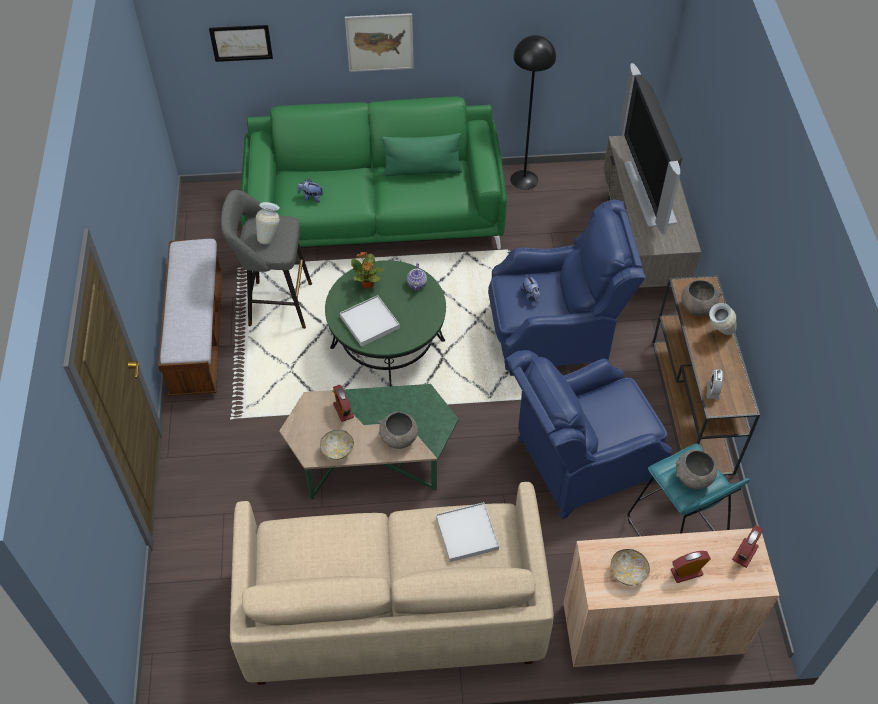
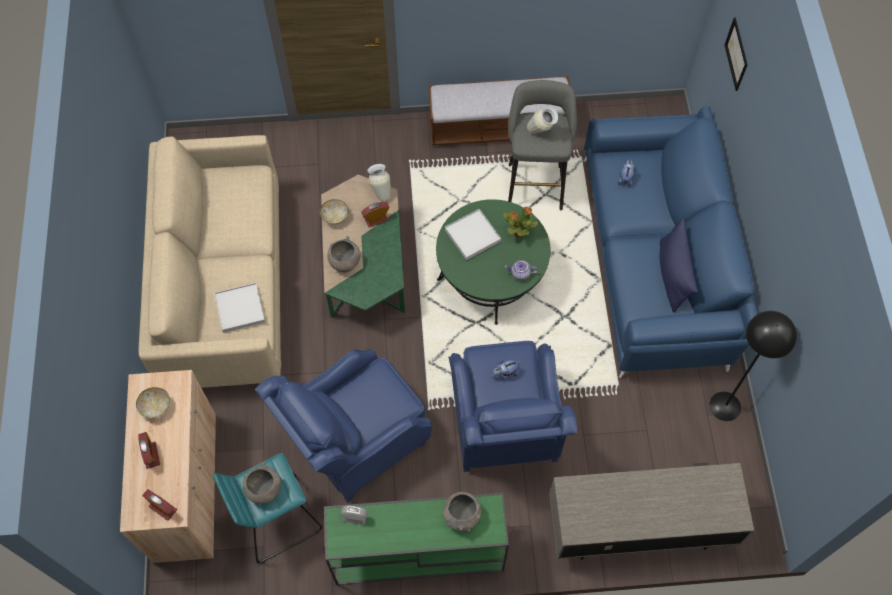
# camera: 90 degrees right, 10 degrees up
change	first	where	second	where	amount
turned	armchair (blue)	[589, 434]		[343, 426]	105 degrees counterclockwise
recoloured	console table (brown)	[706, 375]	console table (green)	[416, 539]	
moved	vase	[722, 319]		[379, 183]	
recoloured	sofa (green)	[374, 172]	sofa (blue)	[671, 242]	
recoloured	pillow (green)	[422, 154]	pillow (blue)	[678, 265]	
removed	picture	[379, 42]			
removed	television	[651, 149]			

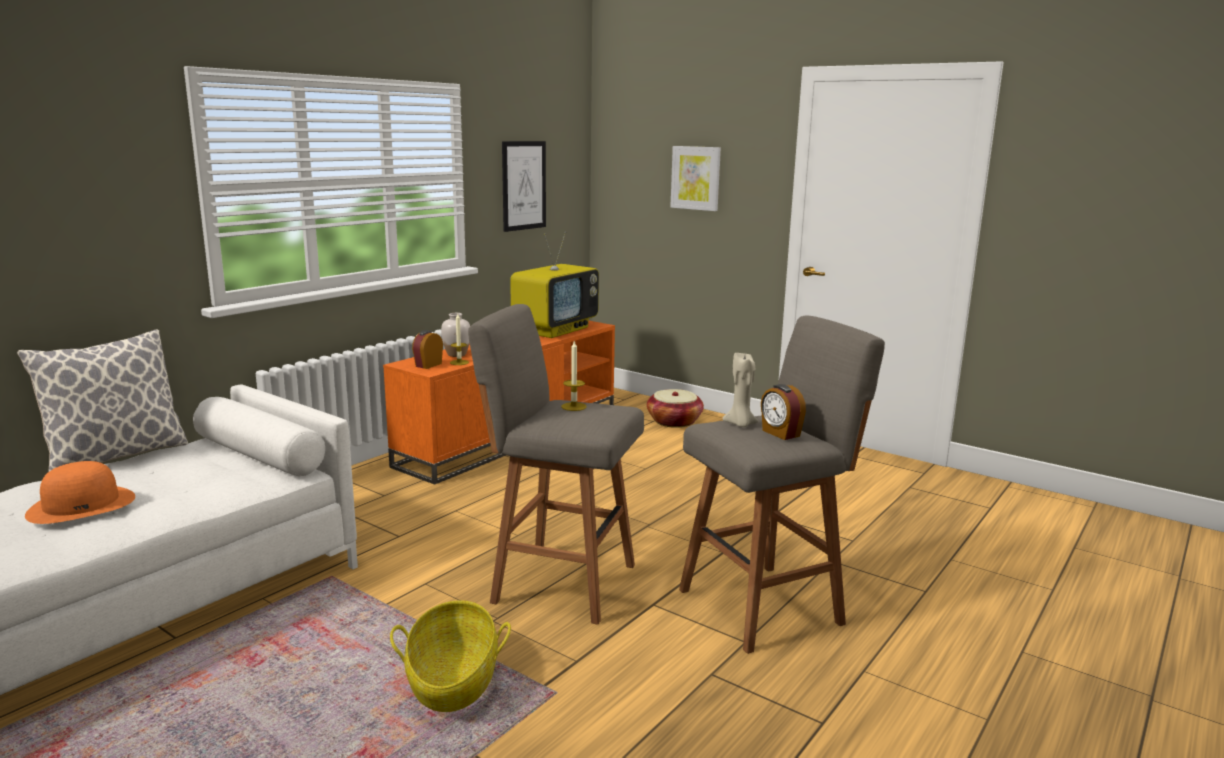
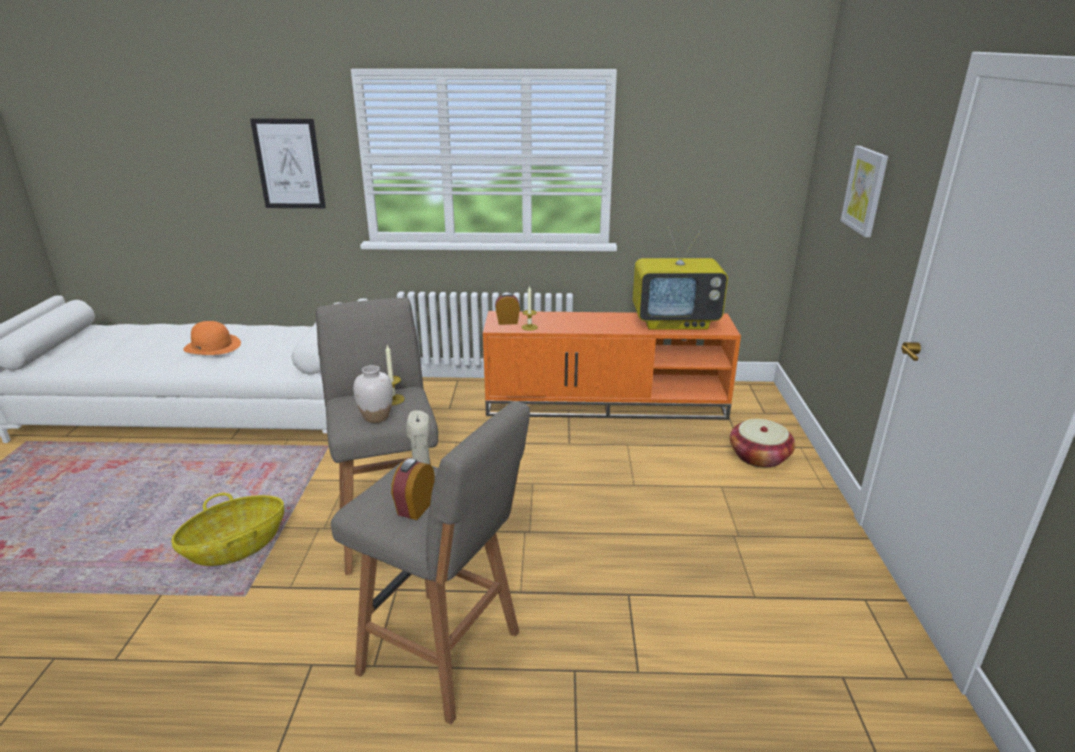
# camera: 55 degrees right, 10 degrees up
change	first	where	second	where	amount
moved	picture	[524, 186]		[288, 163]	
moved	vase (white)	[455, 335]		[373, 394]	
removed	pillow	[102, 400]			

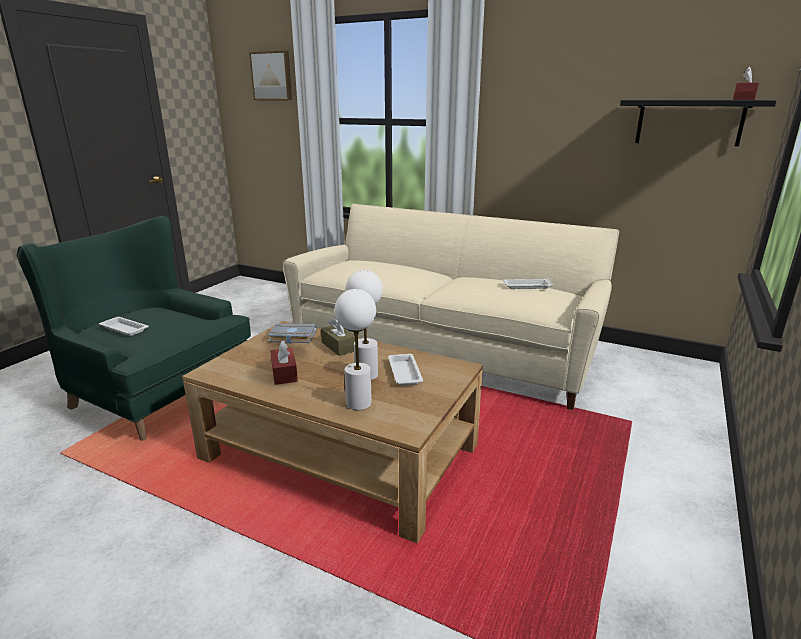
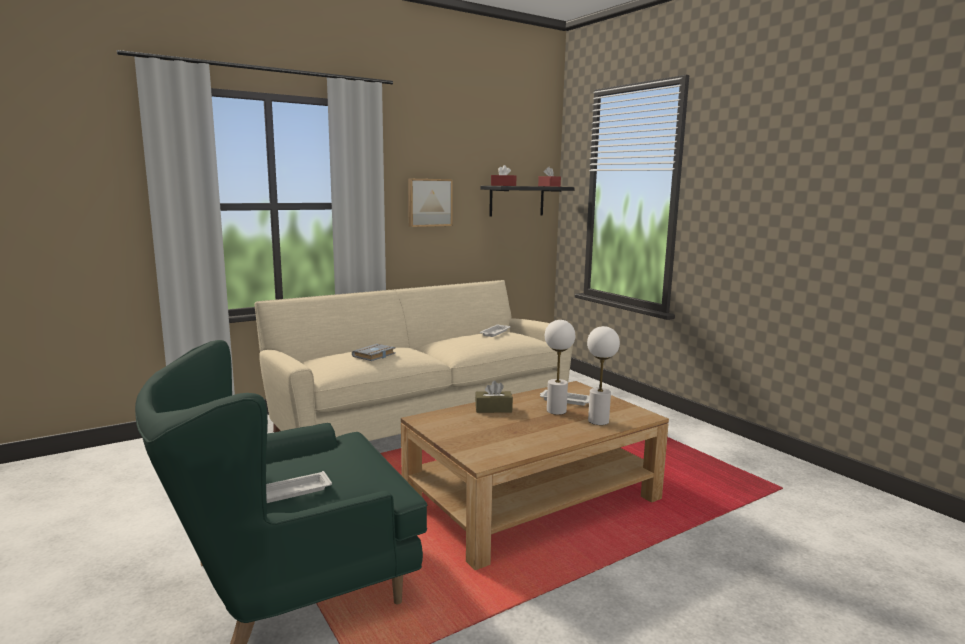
# camera: 60 degrees left, 10 degrees down
change	first	where	second	where	amount
moved	book (grey)	[292, 333]		[374, 352]	
moved	picture	[270, 75]		[430, 203]	
moved	tissue box (red)	[284, 363]		[503, 175]	

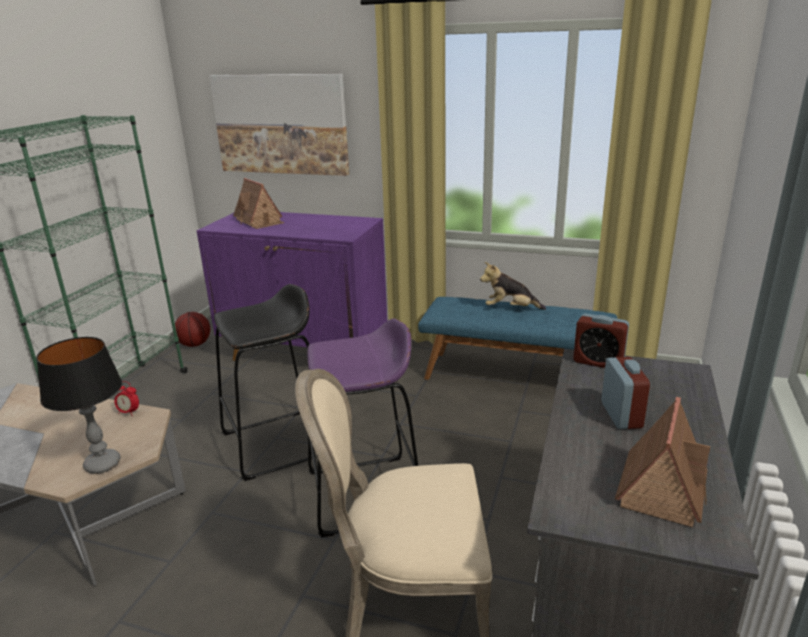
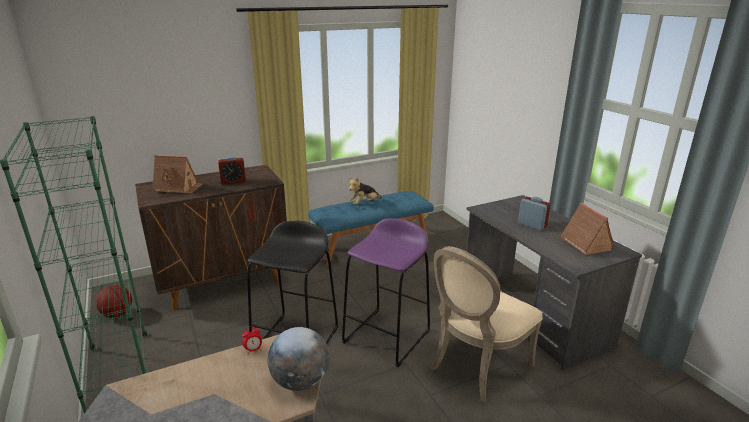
# camera: 45 degrees left, 0 degrees up
change	first	where	second	where	amount
recoloured	cabinet (purple)	[292, 286]	cabinet (brown)	[211, 237]	
moved	alarm clock	[601, 341]		[232, 170]	
replaced	table lamp	[79, 405]	globe	[298, 359]	
removed	picture	[279, 125]			

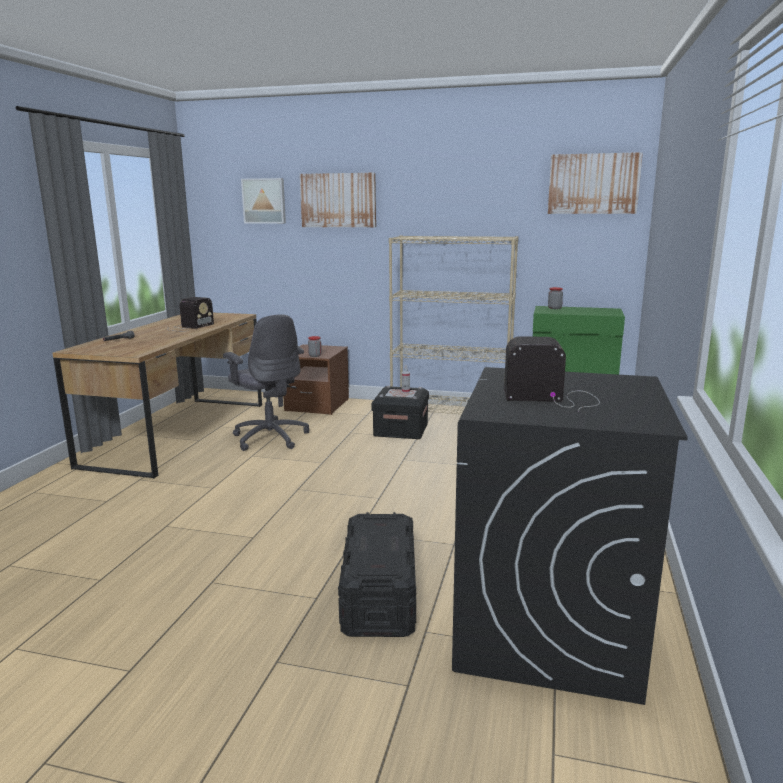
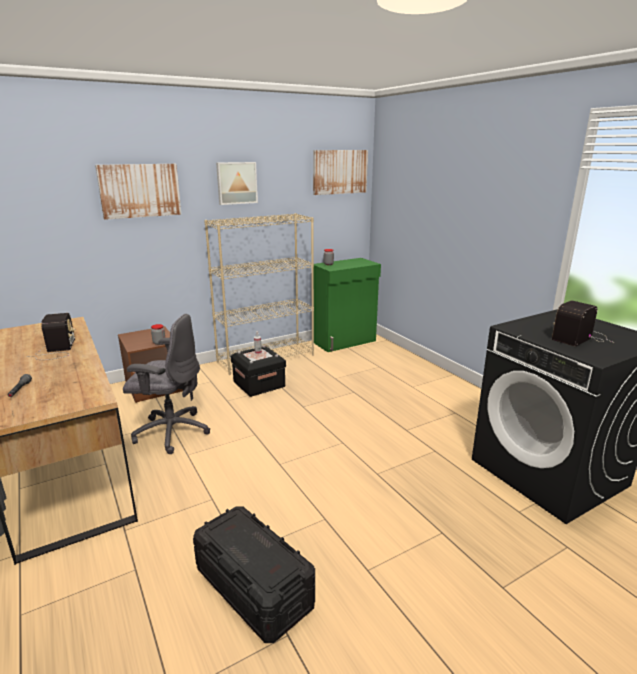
# camera: 45 degrees left, 5 degrees up
change	first	where	second	where	amount
moved	storage box (black)	[377, 574]		[254, 574]	
moved	picture	[263, 201]		[237, 183]	

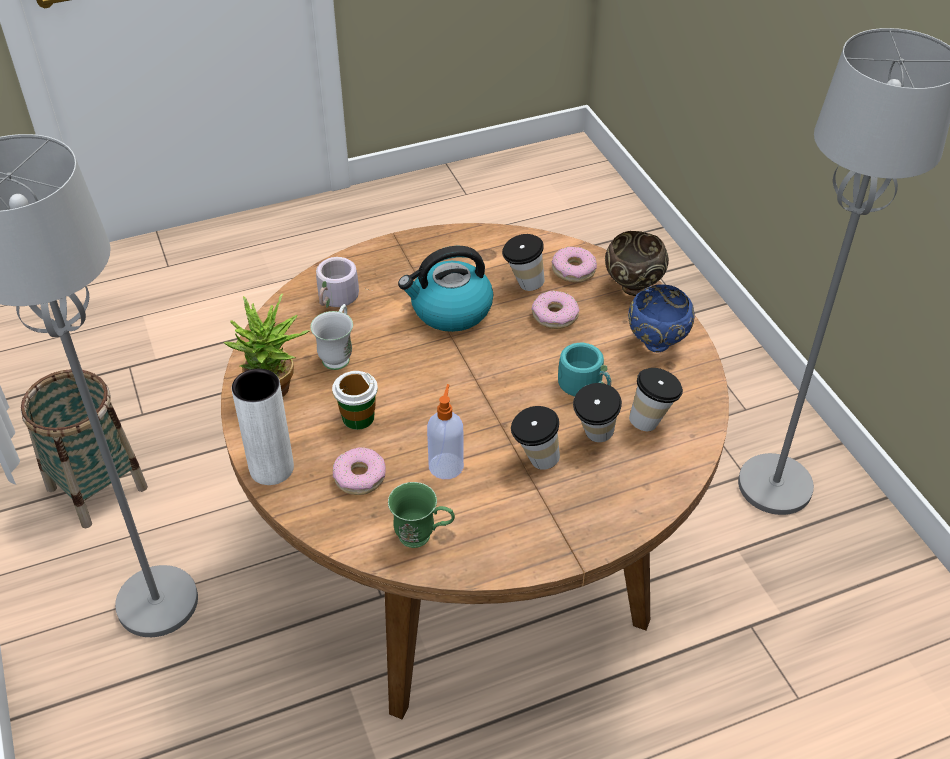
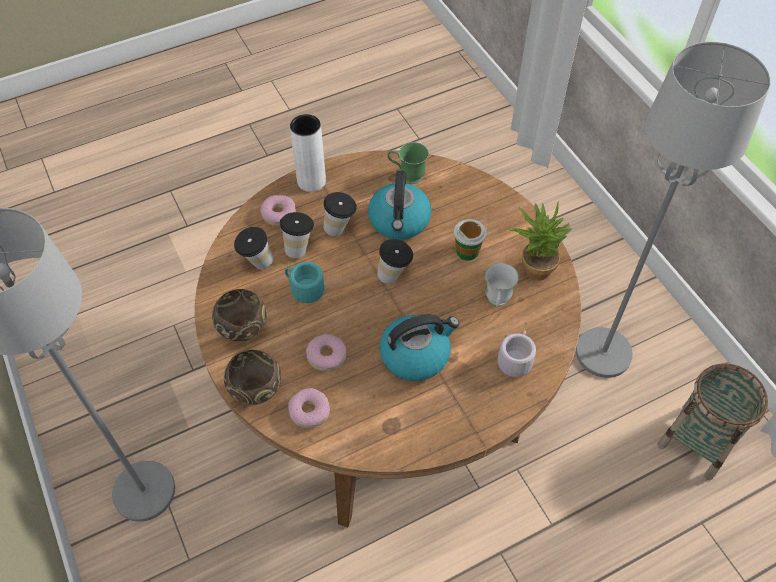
# camera: 175 degrees right, 10 degrees up
change	first	where	second	where	amount
recoloured	bowl (blue)	[661, 319]	bowl (brown)	[239, 315]	
moved	donut	[359, 471]		[278, 210]	
moved	vase (white)	[263, 427]		[308, 153]	
replaced	soap dispenser	[445, 431]	kettle	[399, 205]	
moved	cup	[523, 262]		[395, 261]	

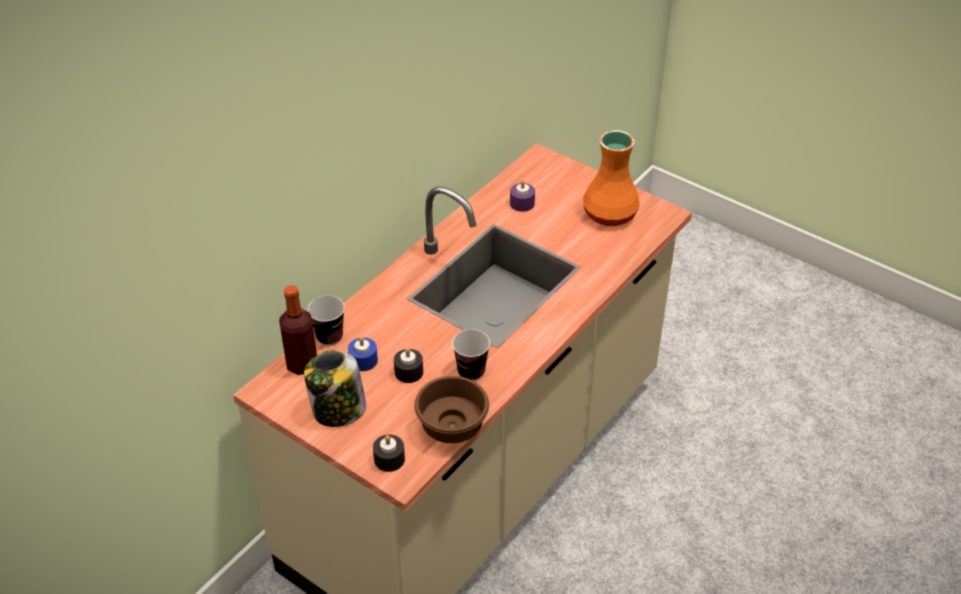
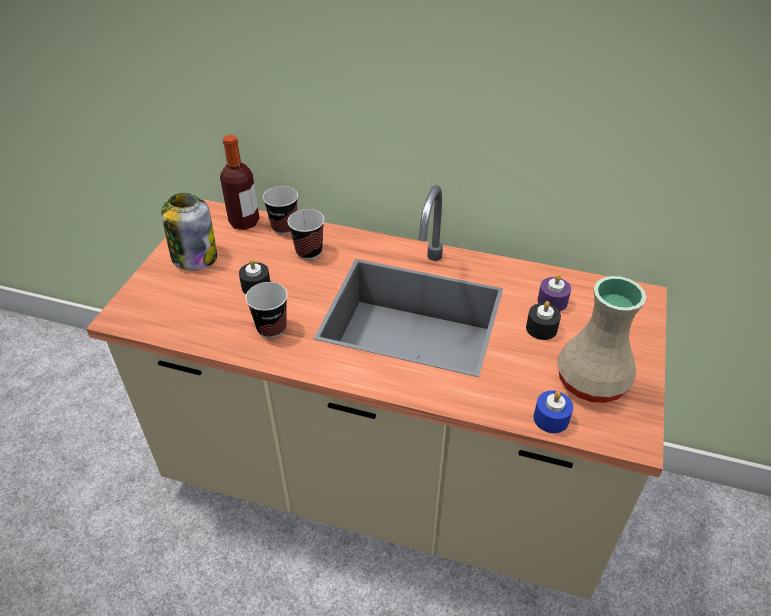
# camera: 70 degrees right, 0 degrees up
change	first	where	second	where	amount
added			cup	[306, 234]	
moved	candle (black)	[389, 453]		[543, 320]	
moved	candle (blue)	[363, 353]		[553, 411]	
recoloured	vase (orange)	[611, 178]	vase (beige)	[602, 339]	
removed	bowl (brown)	[451, 409]			

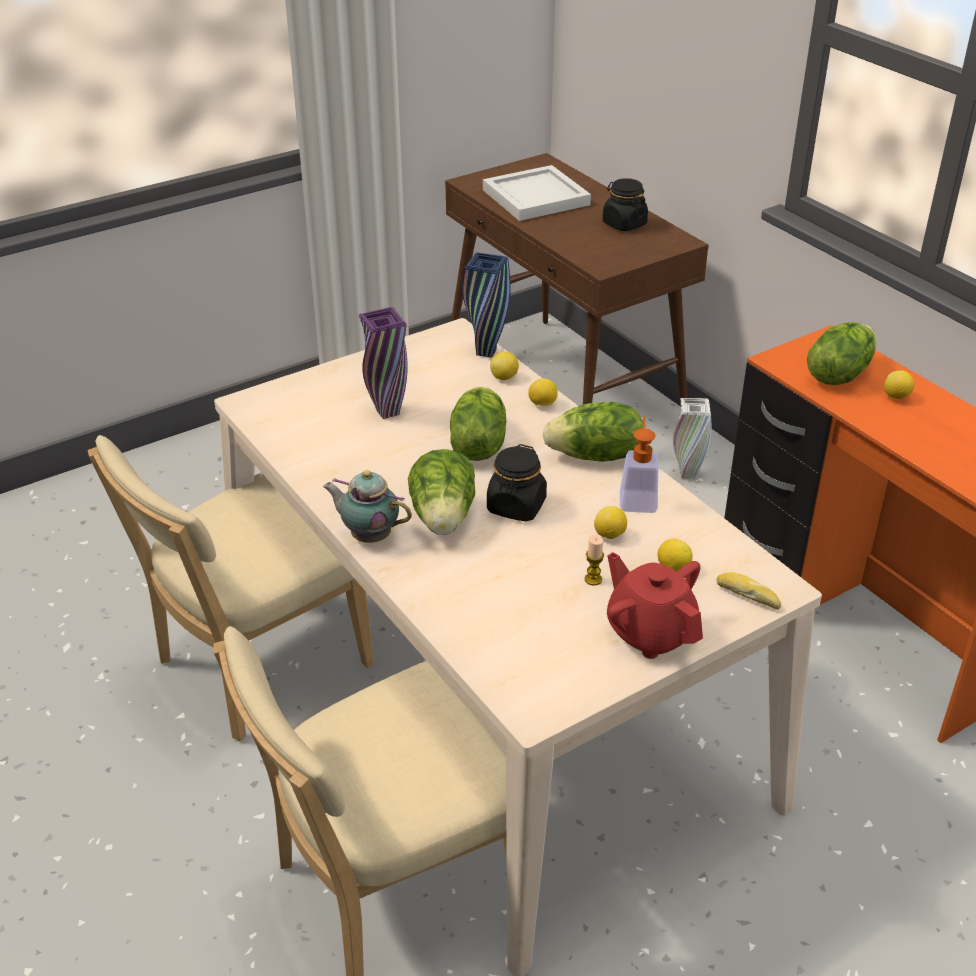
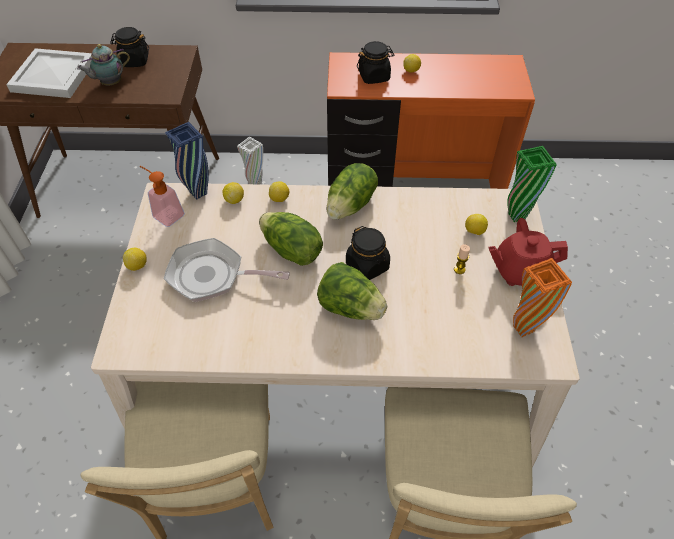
# camera: 55 degrees left, 15 degrees up
change	first	where	second	where	amount
moved	teapot	[367, 506]		[103, 64]	
moved	lemon	[610, 522]		[135, 259]	
moved	soap dispenser	[639, 464]		[162, 196]	
replaced	vase (purple)	[383, 363]	frying pan	[227, 270]	
replaced	lettuce	[841, 353]	jar (black)	[375, 62]	
replaced	bread	[749, 591]	vase (green)	[532, 184]	
added			vase (orange)	[542, 297]	

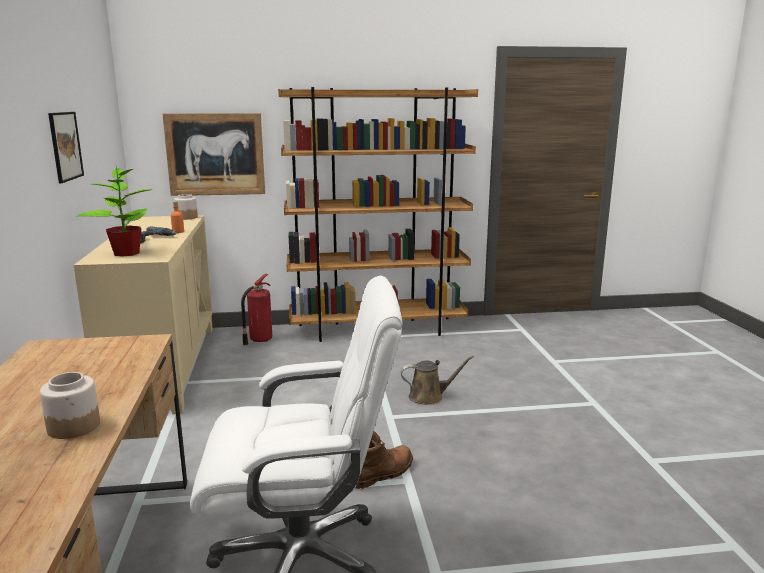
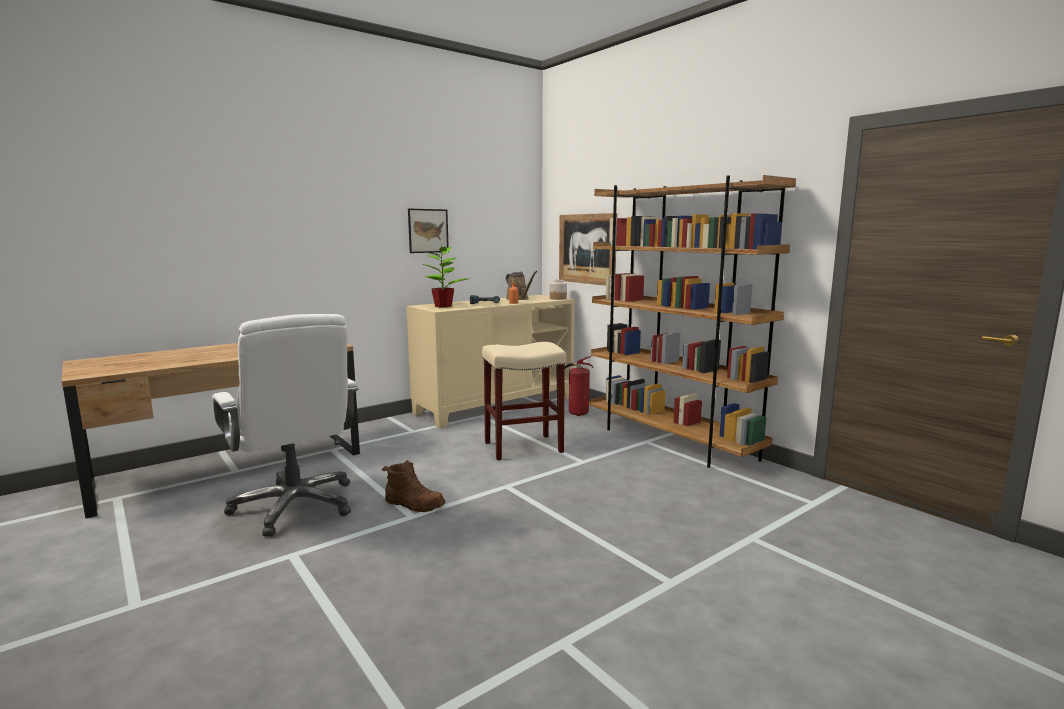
# camera: 60 degrees right, 5 degrees down
change	first	where	second	where	amount
added			stool (beige)	[524, 401]	
moved	watering can (brown)	[437, 380]		[521, 285]	
removed	jar	[70, 405]			

